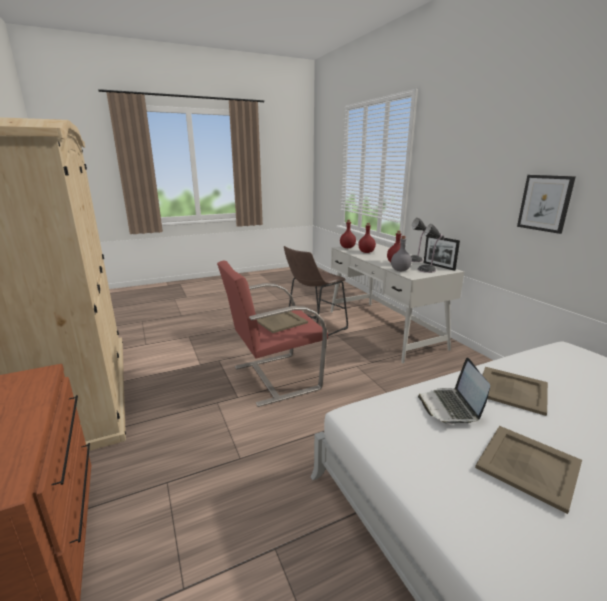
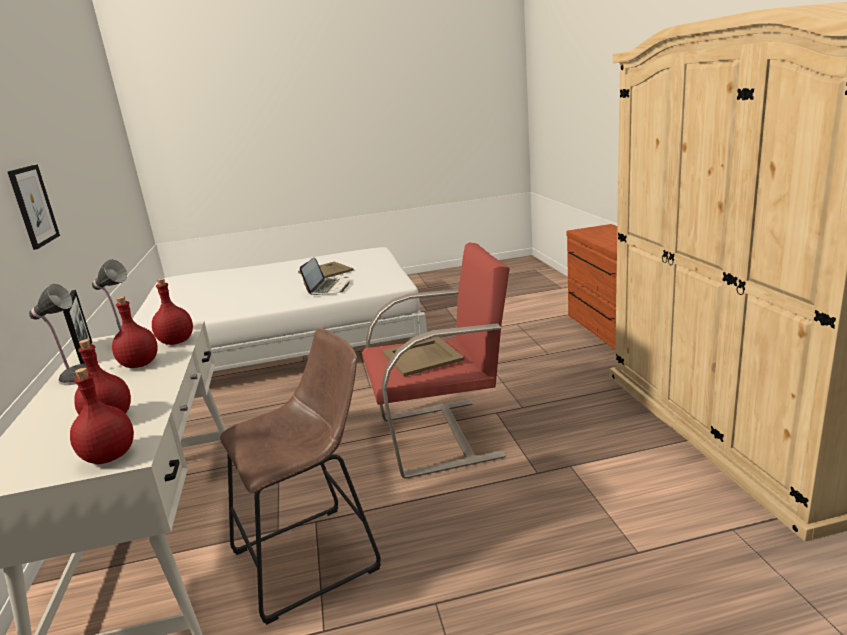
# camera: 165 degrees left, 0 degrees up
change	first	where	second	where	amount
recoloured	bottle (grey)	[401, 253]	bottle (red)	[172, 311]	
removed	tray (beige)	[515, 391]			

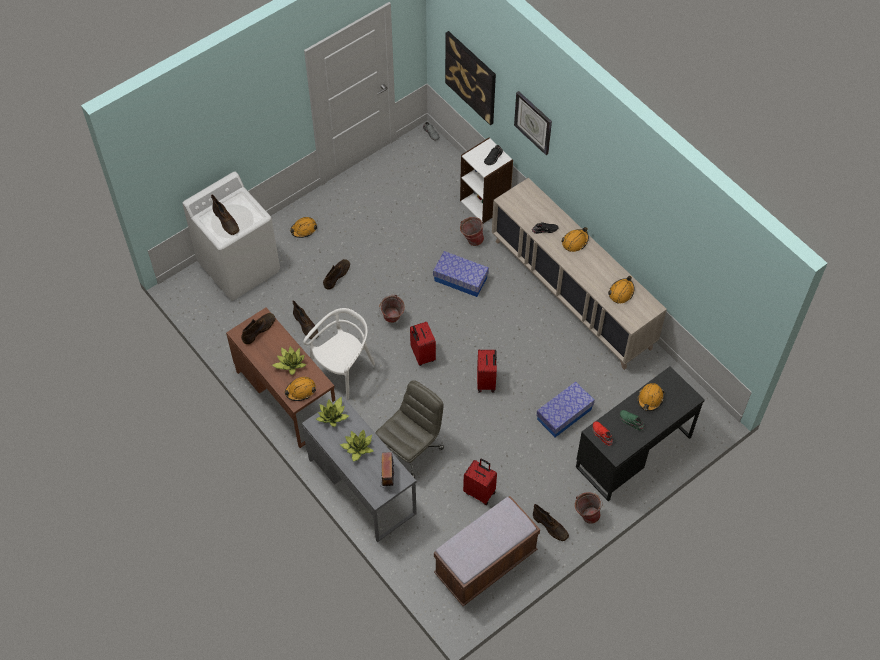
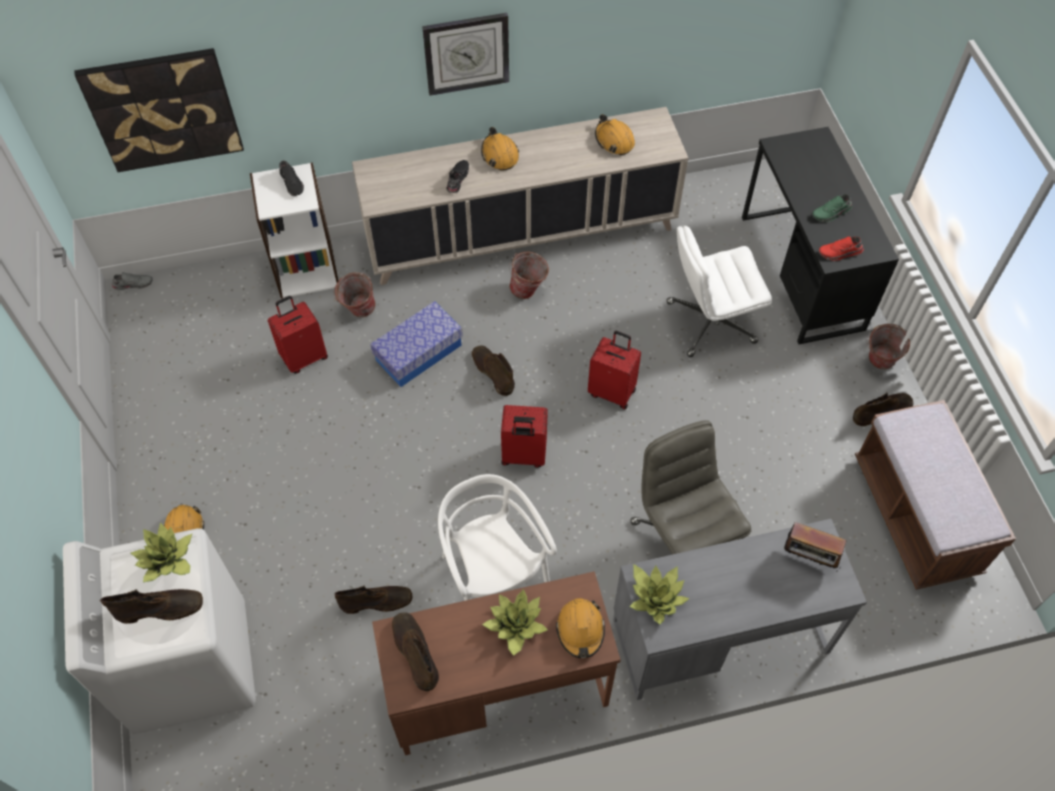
# camera: 65 degrees left, 0 degrees up
change	first	where	second	where	amount
moved	potted plant	[357, 445]		[161, 552]	
moved	suitcase (red)	[480, 482]		[298, 335]	
moved	wall clock	[533, 123]		[465, 54]	
moved	boot (brown)	[336, 274]		[493, 370]	
moved	bucket	[392, 309]		[529, 275]	
replaced	storage box	[565, 409]	office chair (white)	[719, 291]	
removed	hard hat (orange)	[651, 397]			

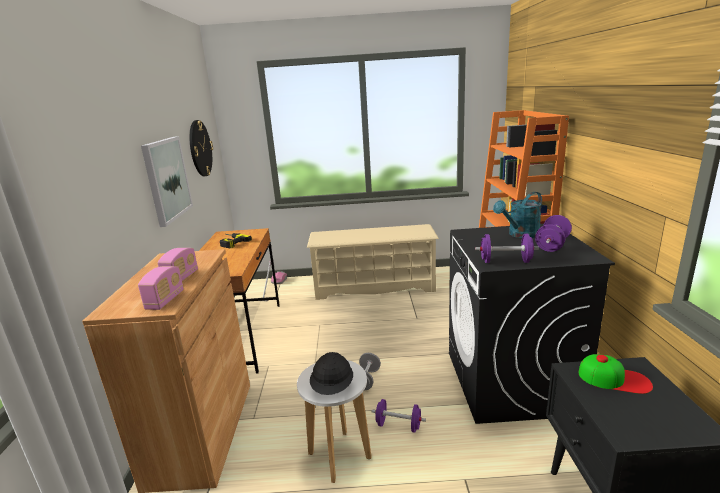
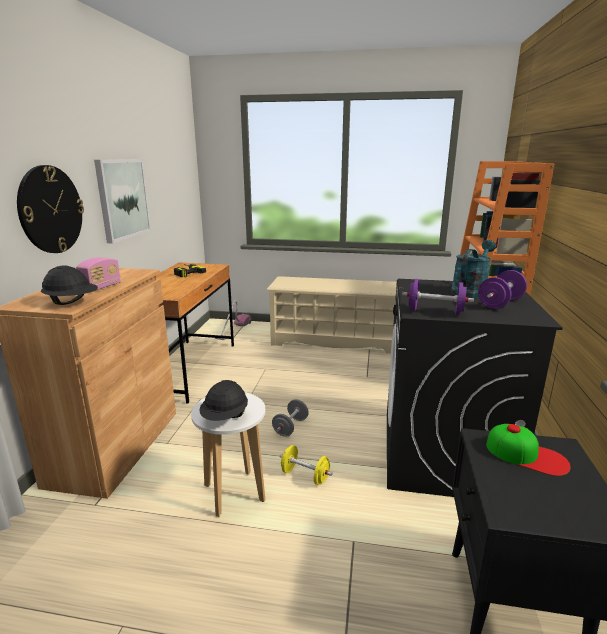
# camera: 10 degrees right, 0 degrees up
change	first	where	second	where	amount
moved	wall clock	[201, 148]		[50, 209]	
replaced	radio	[161, 288]	hard hat (black)	[69, 285]	
recoloured	dumbbell (purple)	[399, 416]	dumbbell (yellow)	[306, 465]	
turned	watering can (turquoise)	[517, 215]		[473, 269]	150 degrees clockwise

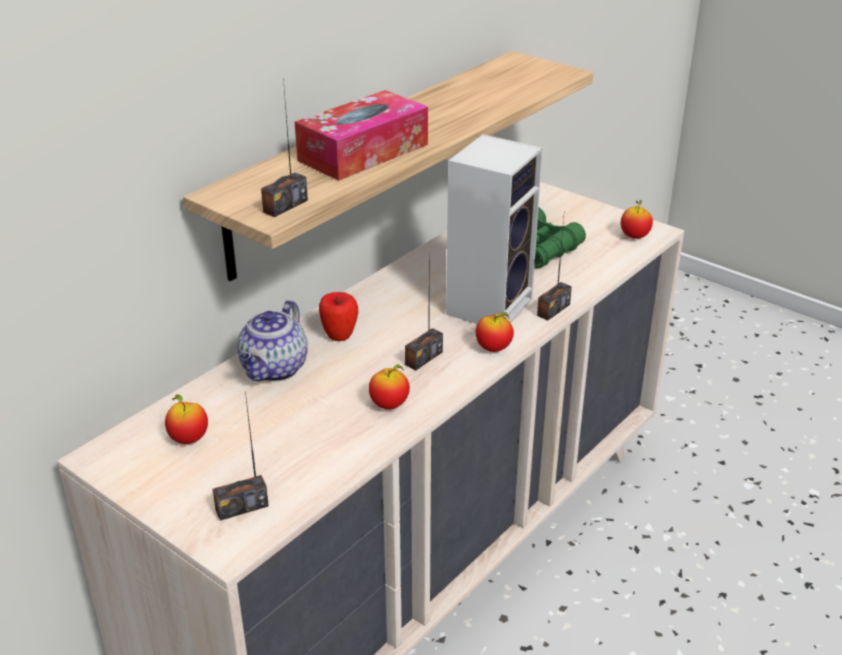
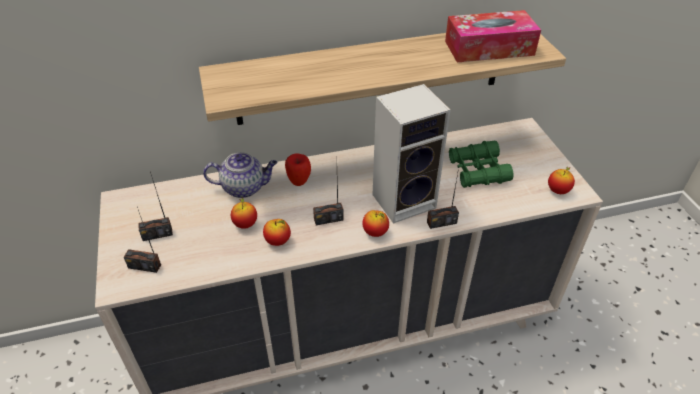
# camera: 35 degrees right, 10 degrees up
change	first	where	second	where	amount
moved	radio	[284, 147]		[155, 206]	
turned	teapot	[272, 341]		[240, 175]	150 degrees counterclockwise
moved	apple	[186, 419]		[244, 213]	
moved	tissue box	[361, 135]		[493, 36]	

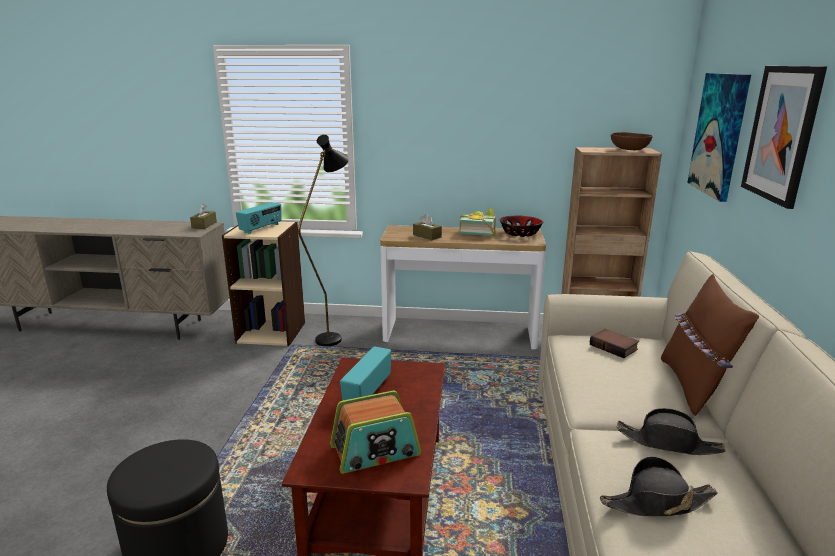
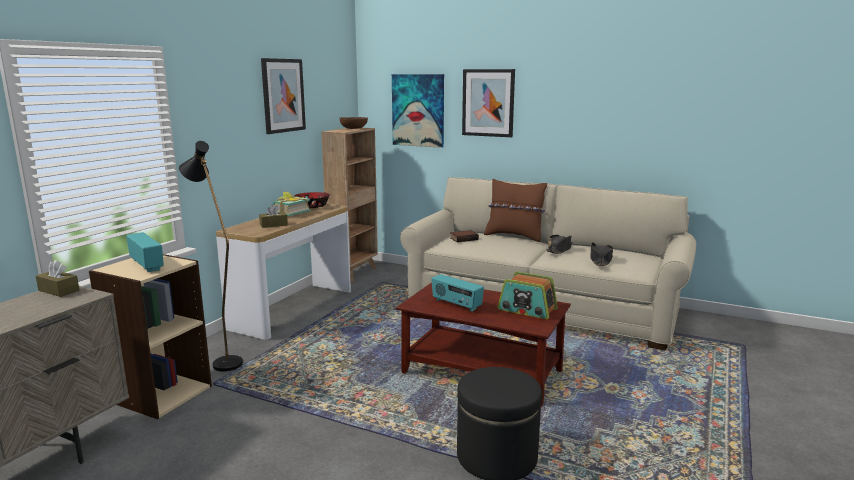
# camera: 70 degrees left, 5 degrees down
change	first	where	second	where	amount
added			picture	[283, 96]	
turned	radio	[375, 432]		[527, 295]	120 degrees clockwise

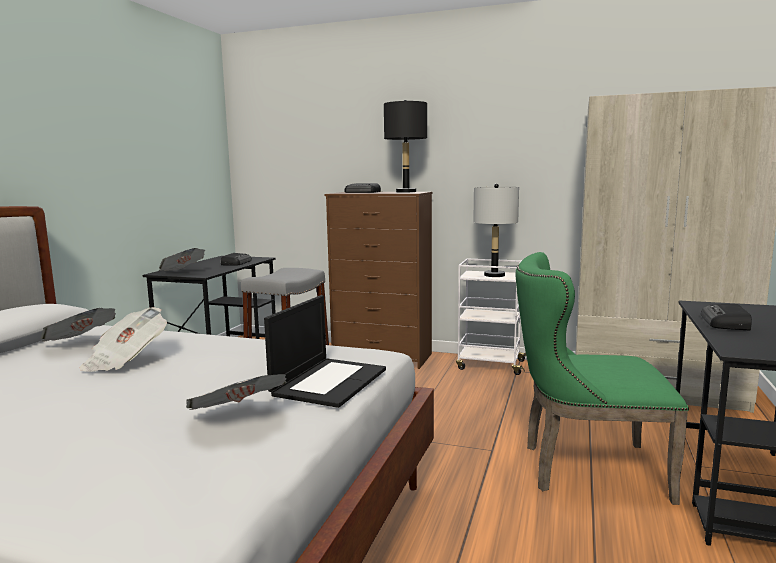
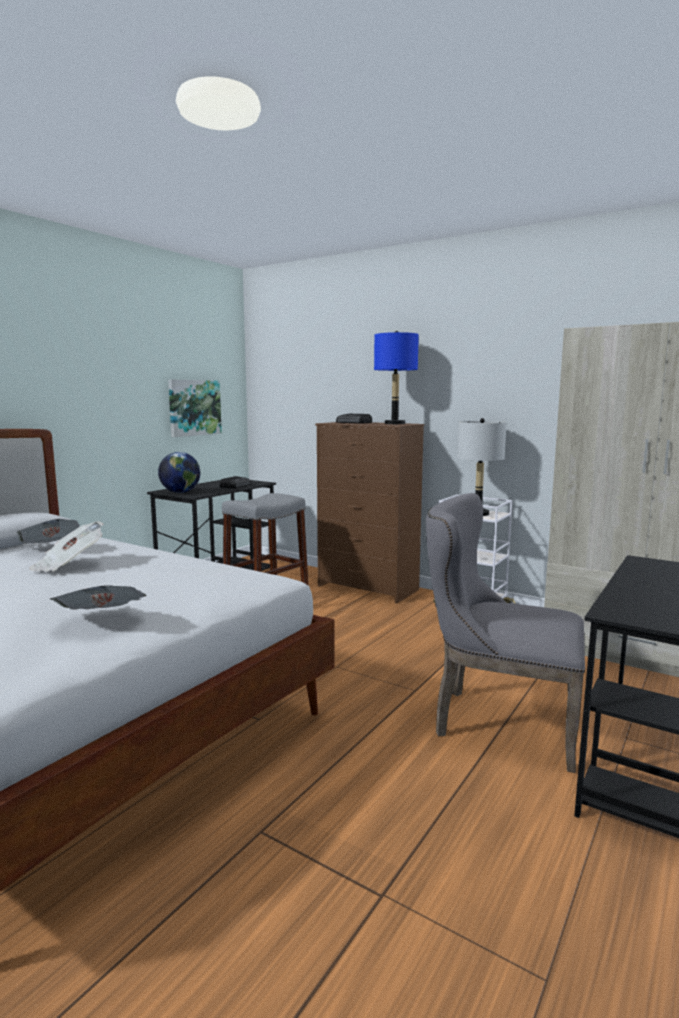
# camera: 15 degrees right, 0 degrees up
change	first	where	second	where	amount
replaced	newspaper	[181, 259]	globe	[179, 472]	
added			picture	[195, 408]	
recoloured	table lamp (black)	[405, 146]	table lamp (blue)	[396, 377]	
recoloured	chair (green)	[602, 378]	chair (grey)	[505, 633]	
removed	laptop	[325, 351]			
removed	radio	[726, 317]			

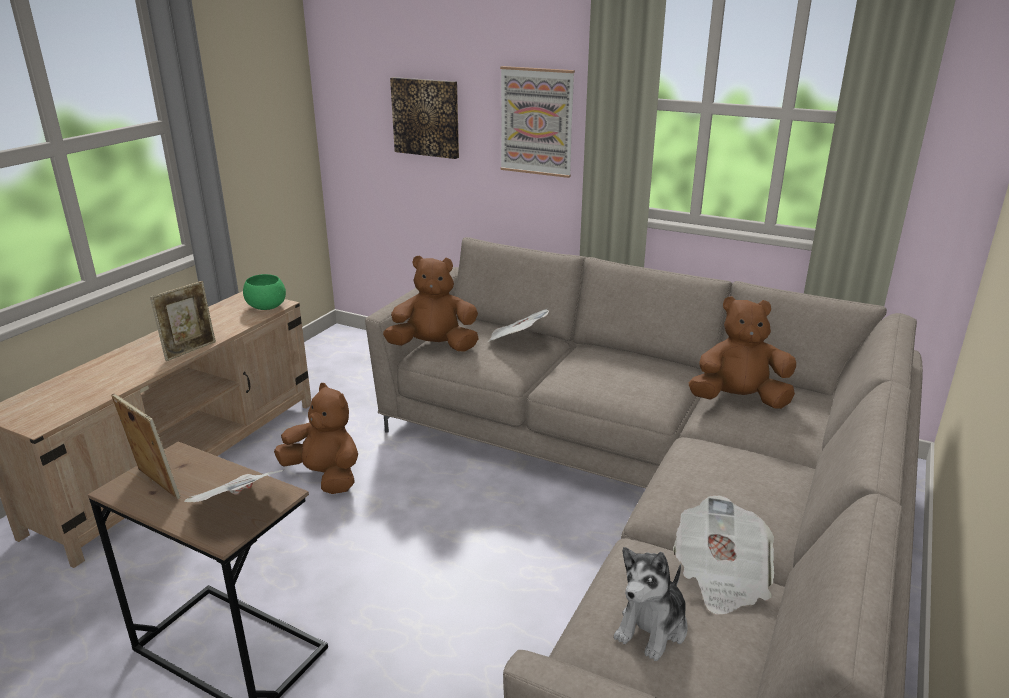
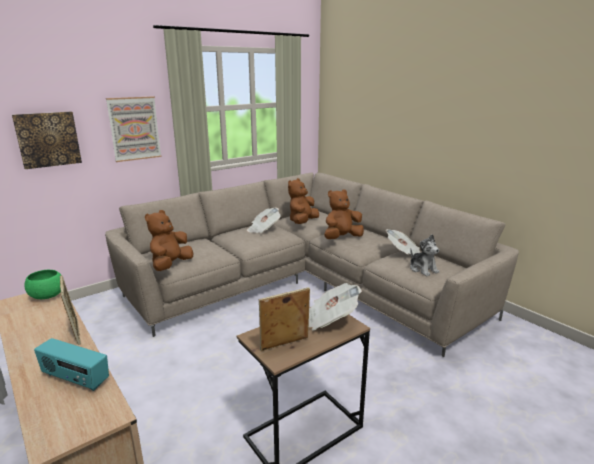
# camera: 65 degrees left, 5 degrees down
change	first	where	second	where	amount
added			radio	[71, 364]	
moved	newspaper	[518, 325]		[264, 220]	
moved	plush toy (brown)	[316, 438]		[344, 214]	

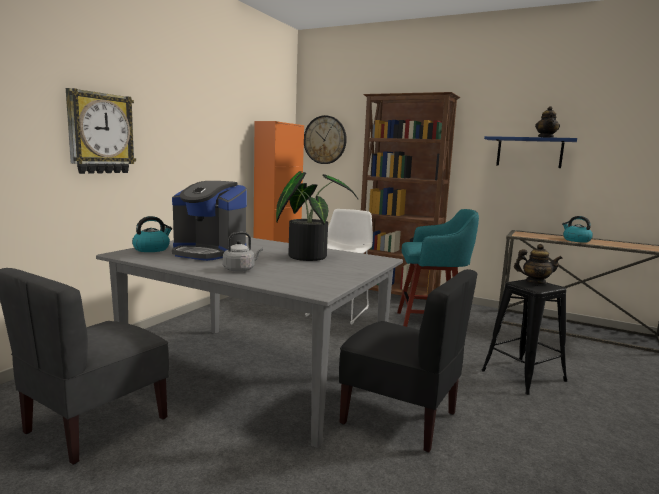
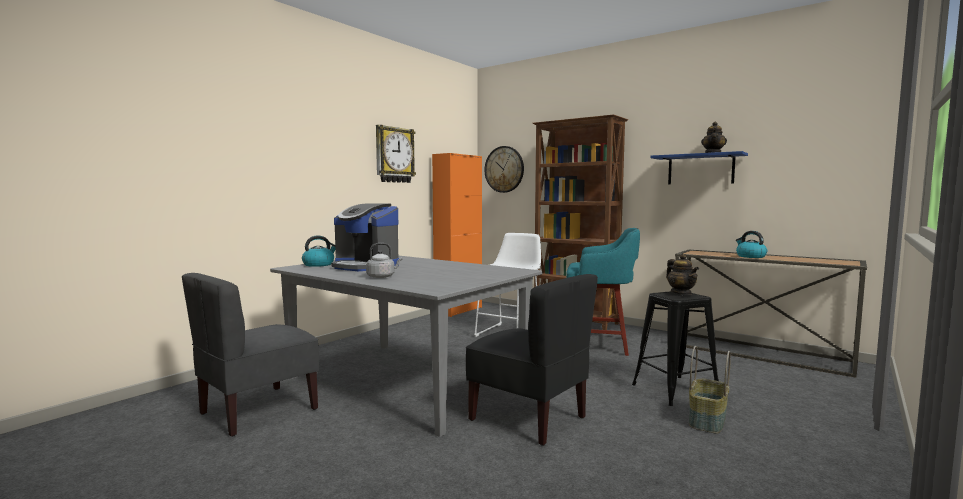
# camera: 10 degrees right, 5 degrees down
change	first	where	second	where	amount
moved	wall clock	[101, 131]		[396, 154]	
turned	teapot	[538, 264]		[682, 274]	45 degrees clockwise
added			basket	[710, 389]	
removed	potted plant	[317, 216]			

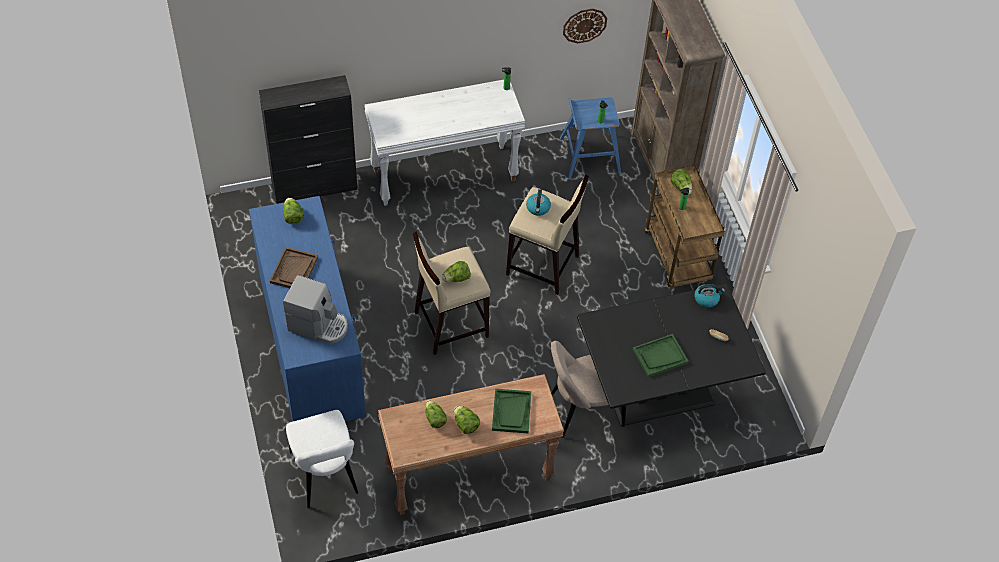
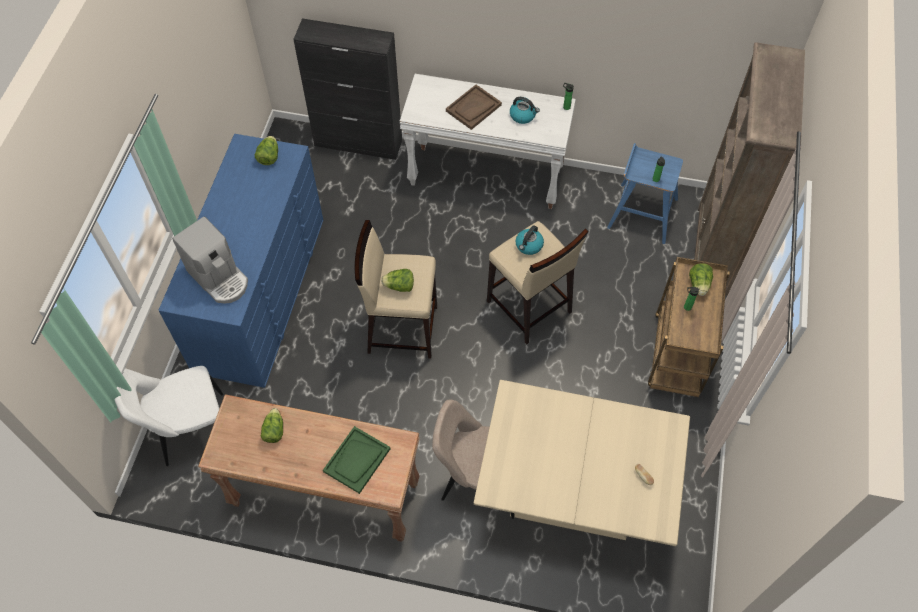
# camera: 30 degrees right, 5 degrees up
change	first	where	second	where	amount
turned	chair (white)	[322, 459]		[168, 416]	60 degrees clockwise
moved	tray (brown)	[294, 267]		[474, 107]	
recoloured	dining table (black)	[671, 354]	dining table (beige)	[582, 463]	
moved	kettle	[709, 296]		[525, 110]	
removed	lettuce	[467, 420]			
removed	wall clock	[585, 26]			
removed	tray (green)	[660, 355]			

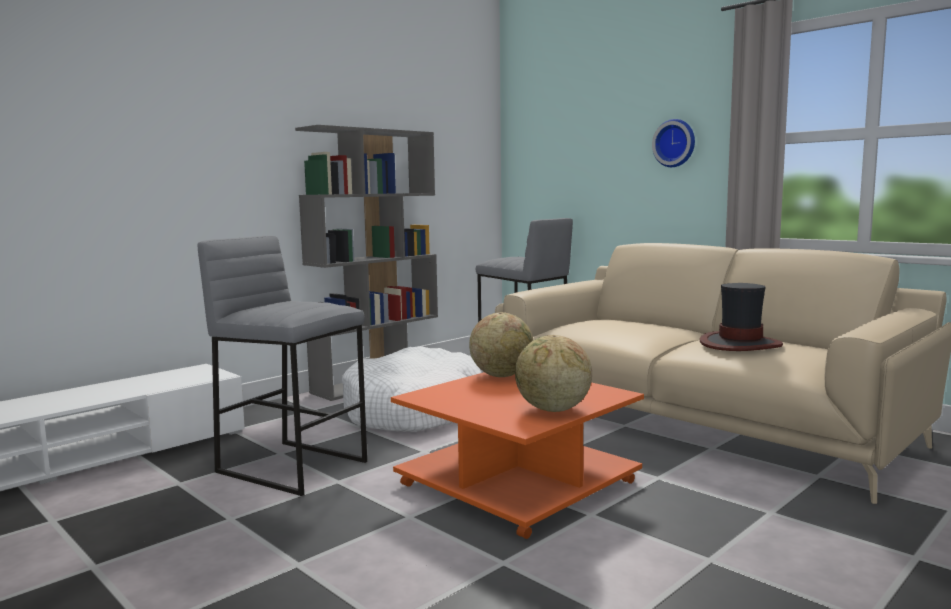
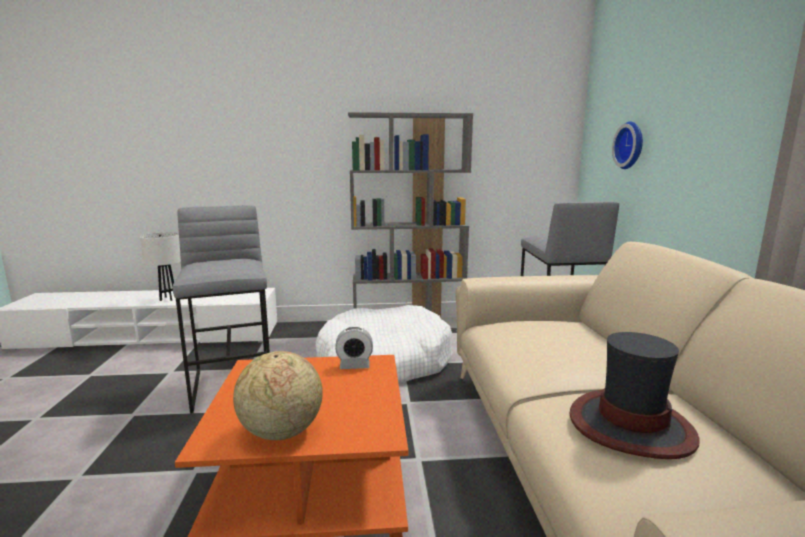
# camera: 40 degrees right, 5 degrees up
change	first	where	second	where	amount
added			table lamp (white)	[160, 266]	
replaced	globe	[501, 344]	alarm clock	[354, 348]	
moved	wall clock	[673, 143]		[627, 145]	

